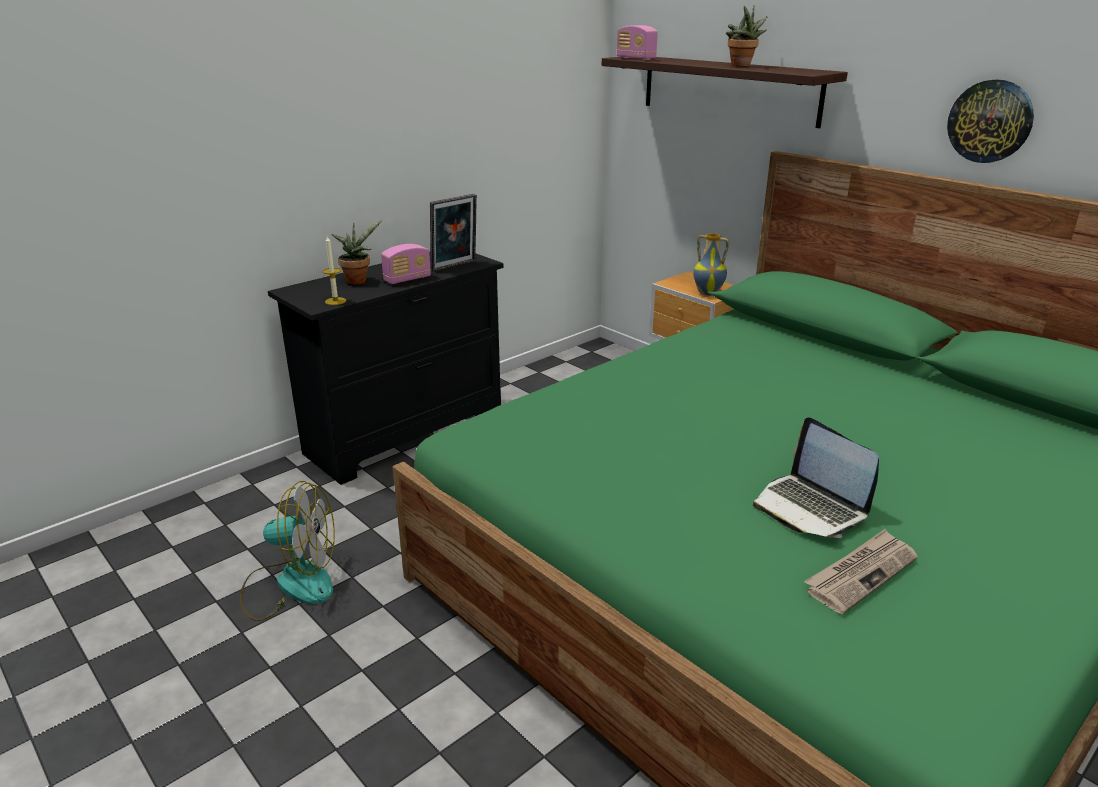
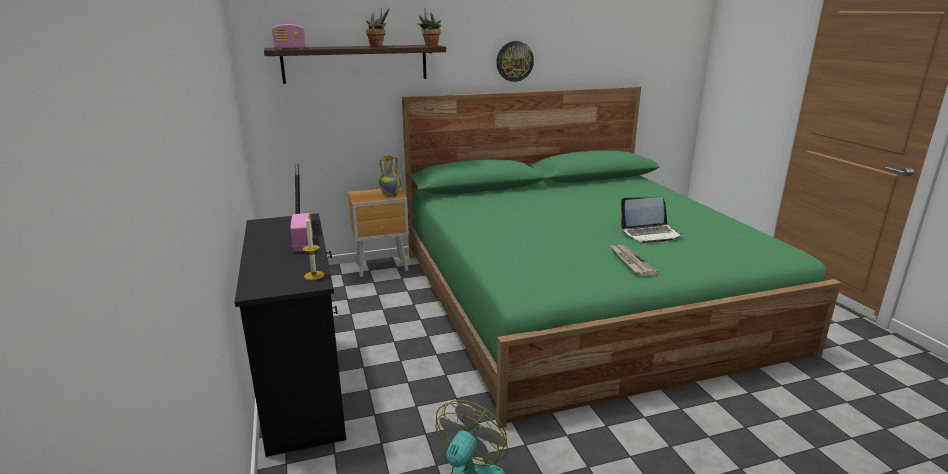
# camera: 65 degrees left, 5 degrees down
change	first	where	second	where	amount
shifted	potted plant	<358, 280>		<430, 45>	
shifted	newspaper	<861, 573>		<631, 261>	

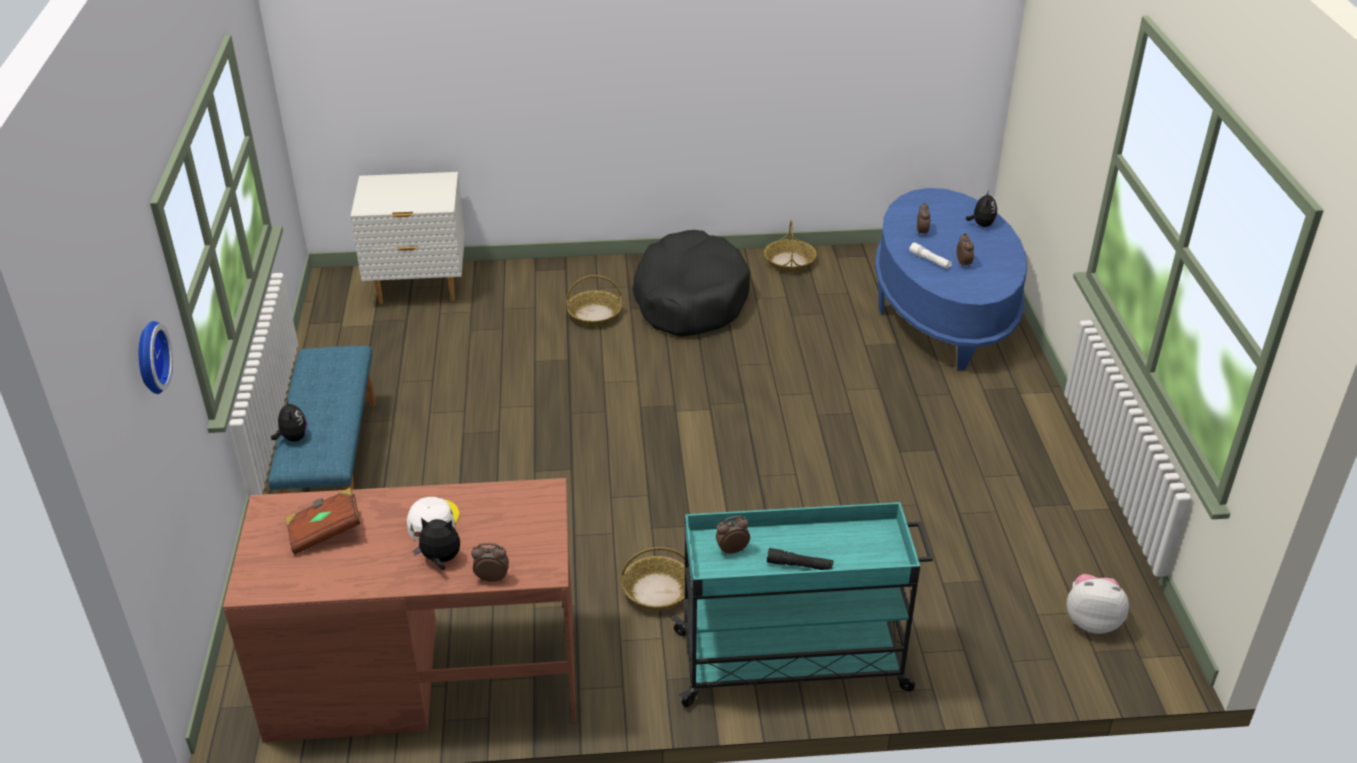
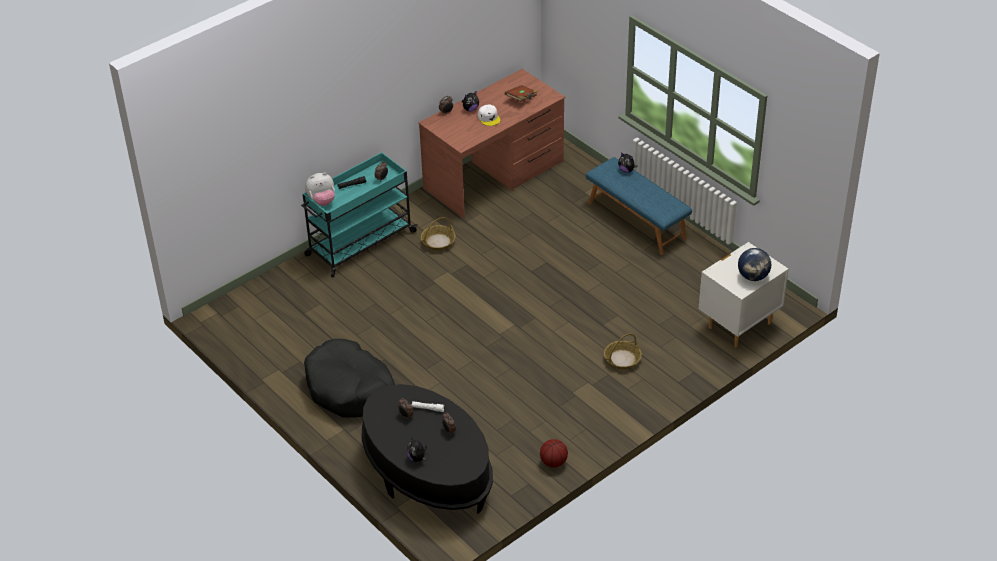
# camera: 145 degrees right, 5 degrees up
change	first	where	second	where	amount
shifted	black-coloured dog cushion	<690, 299>		<350, 388>	
shifted	cuddly toy	<1091, 621>		<322, 201>	
repainted	blue-coloured coffee table	<943, 310>	black-coloured coffee table	<427, 472>	
swapped	household basket	<789, 262>	basketball ball	<553, 462>	
new			globe	<753, 276>	
gone	wall clock	<148, 357>			

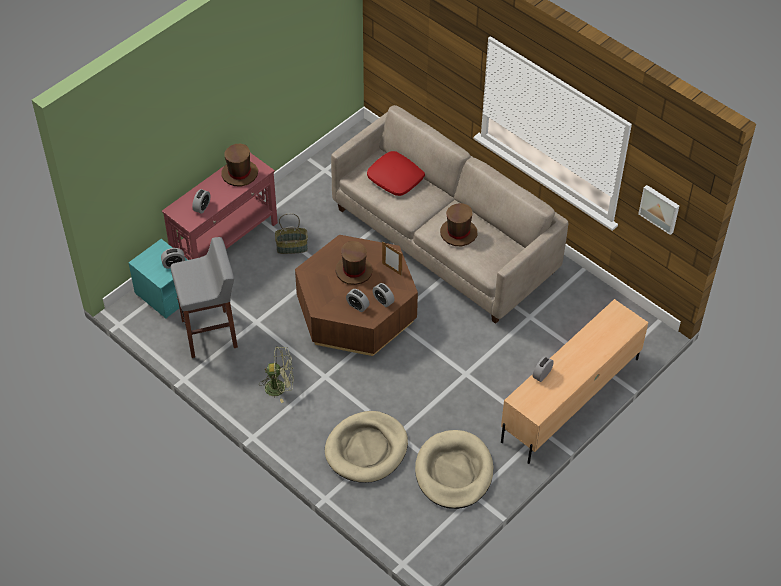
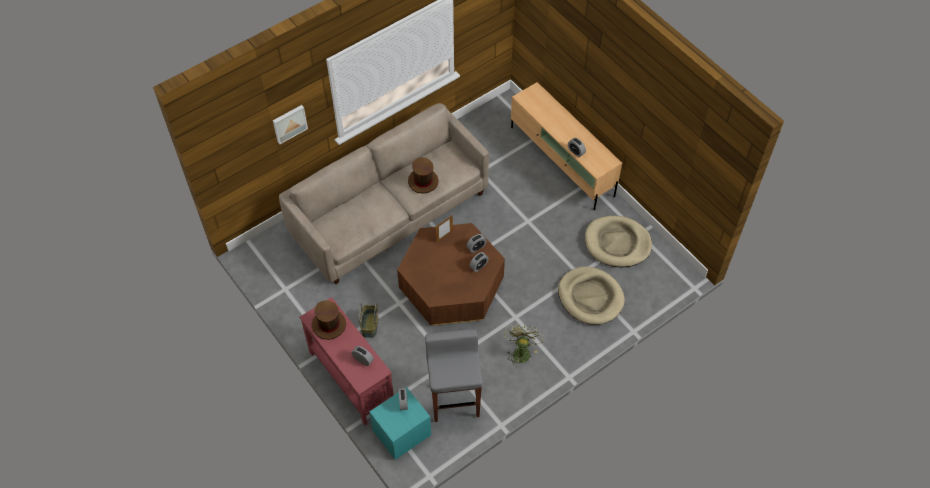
# camera: 80 degrees left, 5 degrees up
change	first	where	second	where	amount
shifted	picture	<660, 208>		<289, 123>	
gone	brownish hat	<353, 271>			
gone	red pillow	<396, 178>			

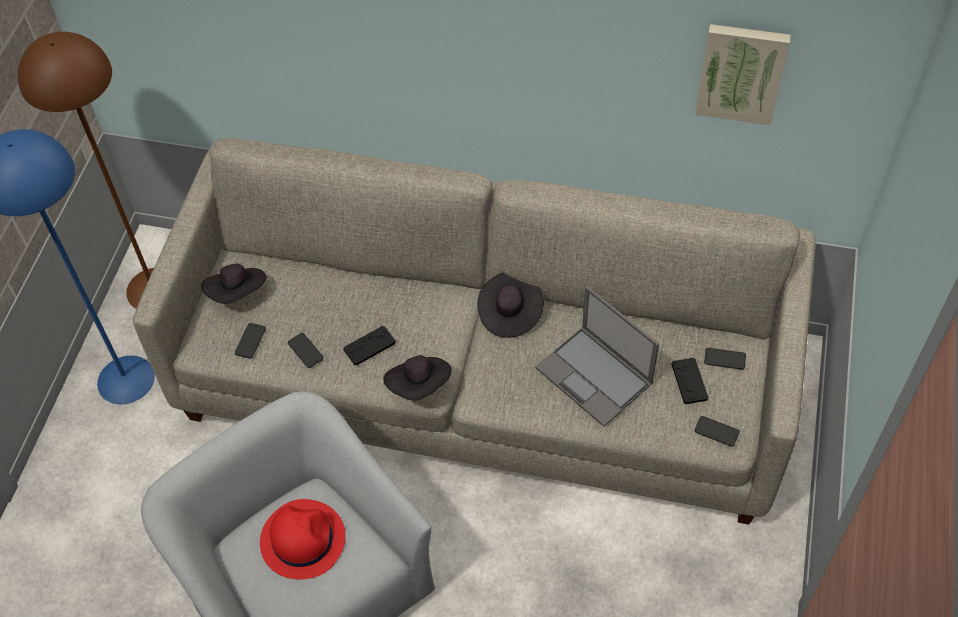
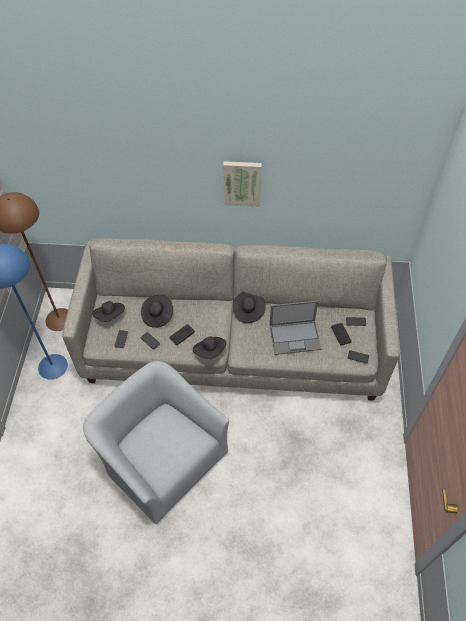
# camera: 10 degrees left, 0 degrees up
change	first	where	second	where	amount
new			black-coloured hat	<157, 315>	
shifted	picture	<741, 72>		<242, 182>	
rotated	laptop	<595, 376>		<295, 337>	45 degrees counterclockwise
gone	red hat	<302, 539>			

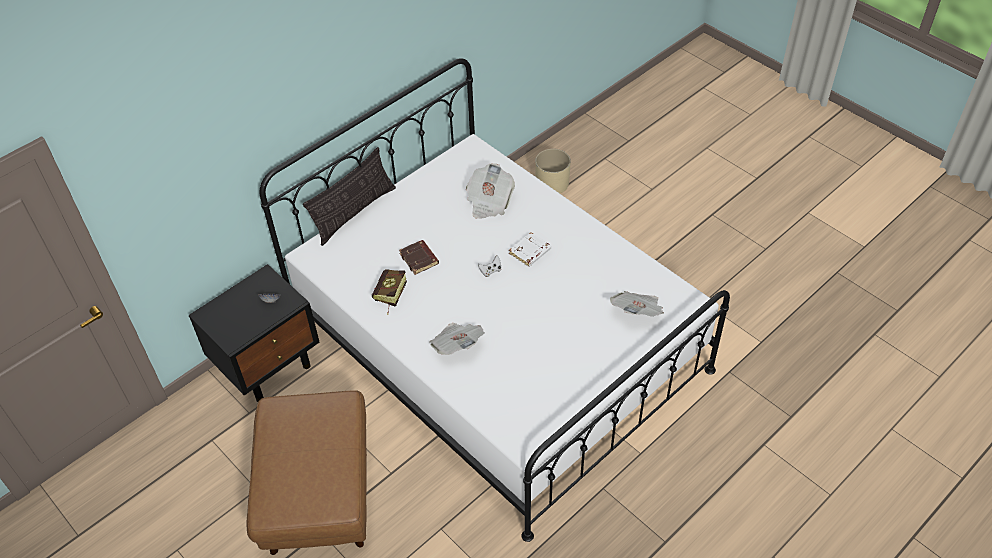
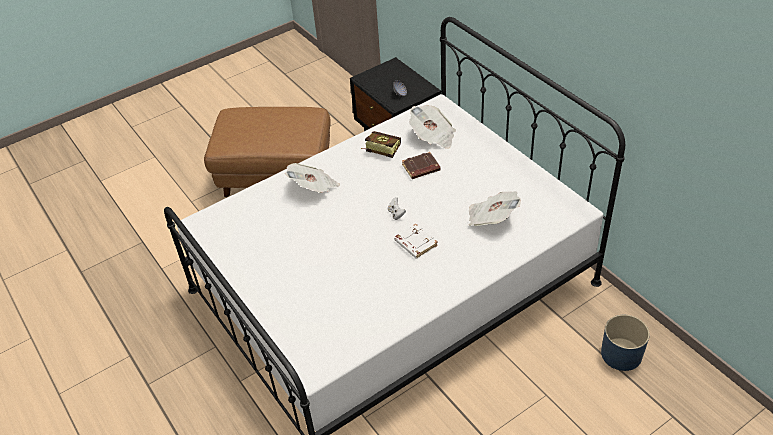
# camera: 100 degrees right, 5 degrees down
change	first	where	second	where	amount
shifted	newspaper	<637, 312>		<433, 137>	
repainted	sand-coloured plant pot	<552, 183>	blue-coloured plant pot	<621, 354>	
gone	pillow	<354, 213>			

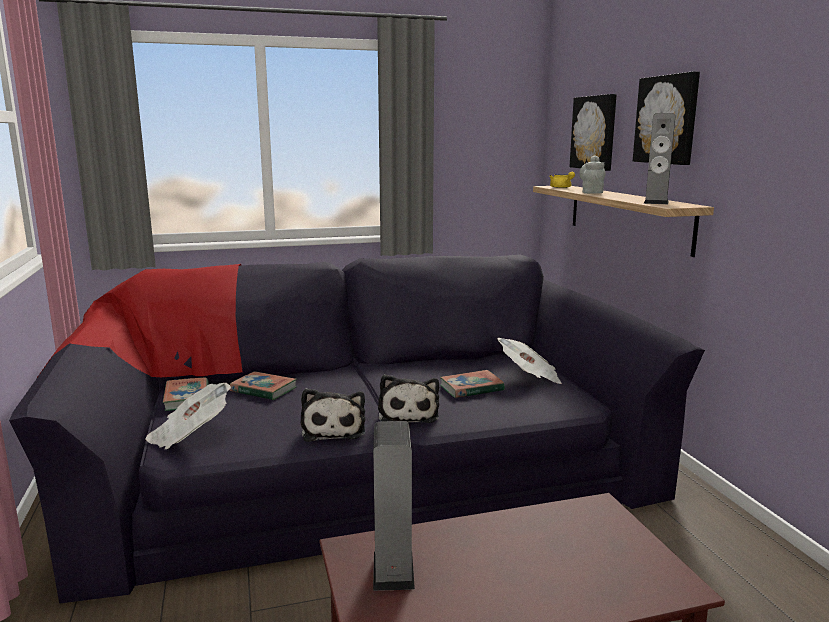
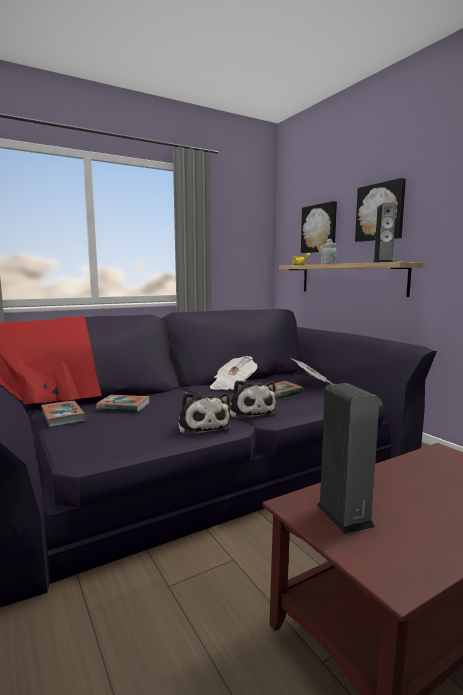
# camera: 15 degrees left, 5 degrees down
change	first	where	second	where	amount
shifted	newspaper	<190, 435>		<232, 385>	

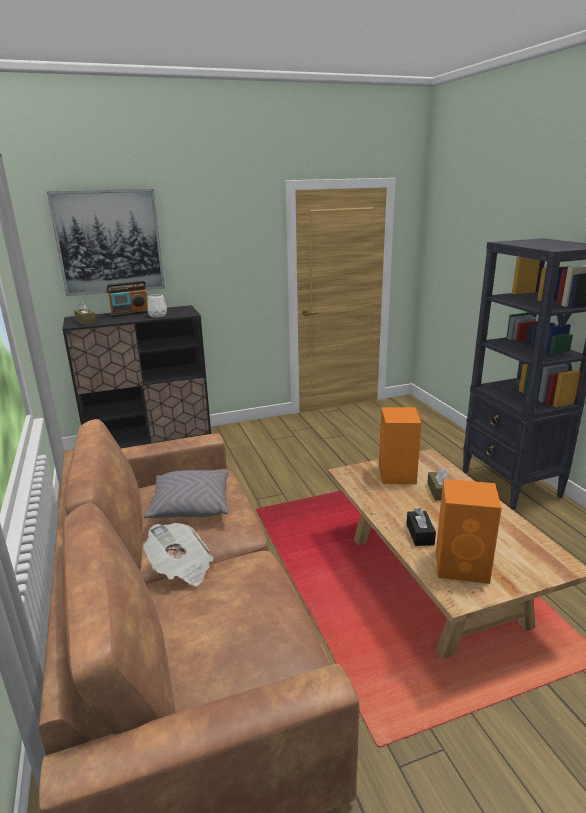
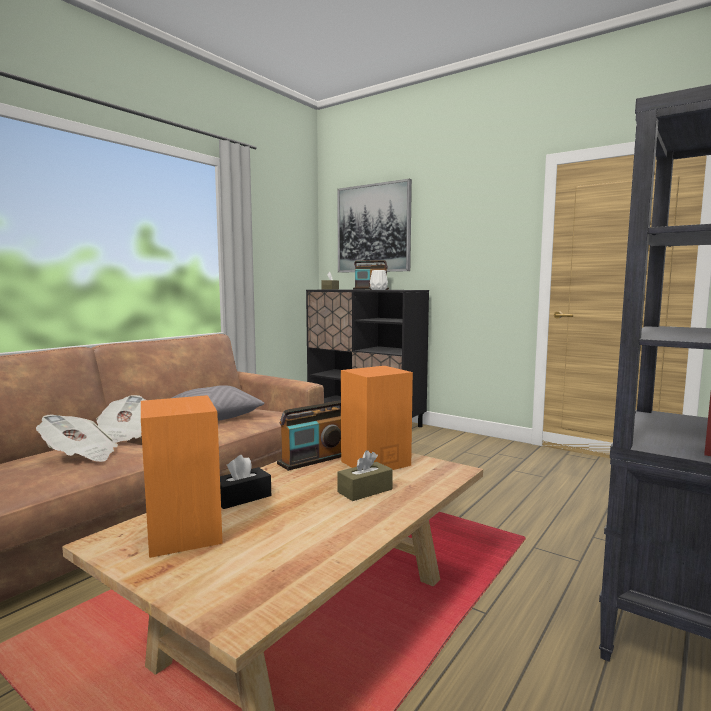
# camera: 55 degrees right, 15 degrees down
change	first	where	second	where	amount
new			newspaper	<80, 456>	
new			radio receiver	<313, 460>	

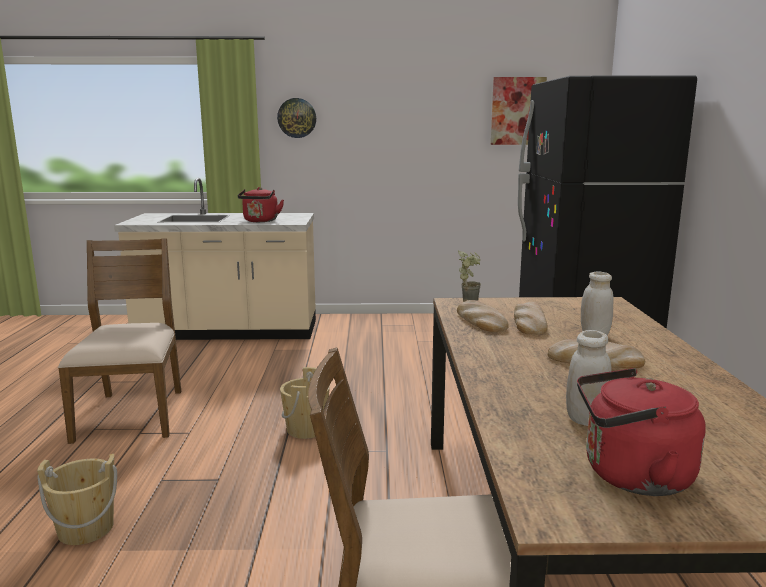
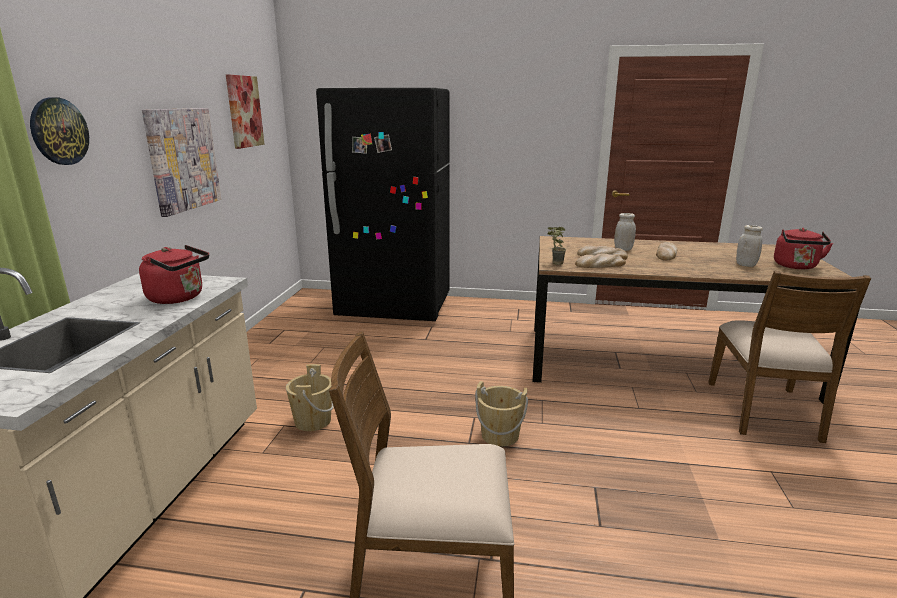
# camera: 80 degrees left, 5 degrees up
change	first	where	second	where	amount
new			picture	<183, 159>	
shifted	sand-coloured bucket	<86, 529>		<313, 421>	

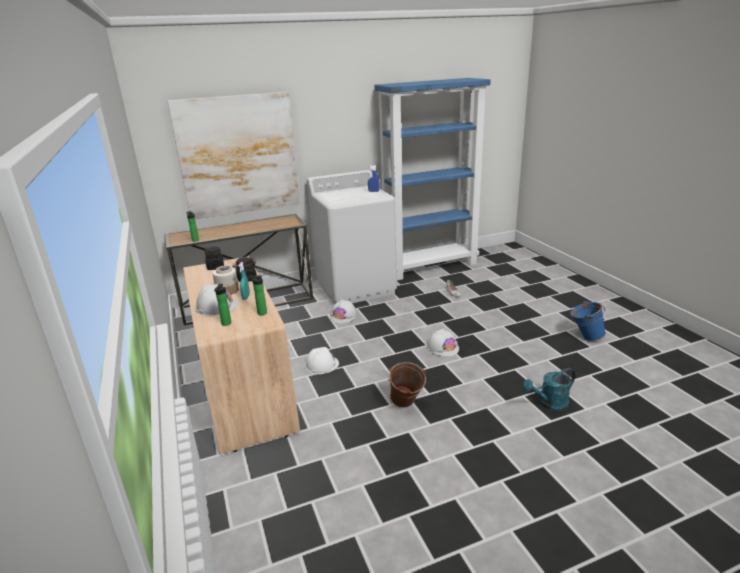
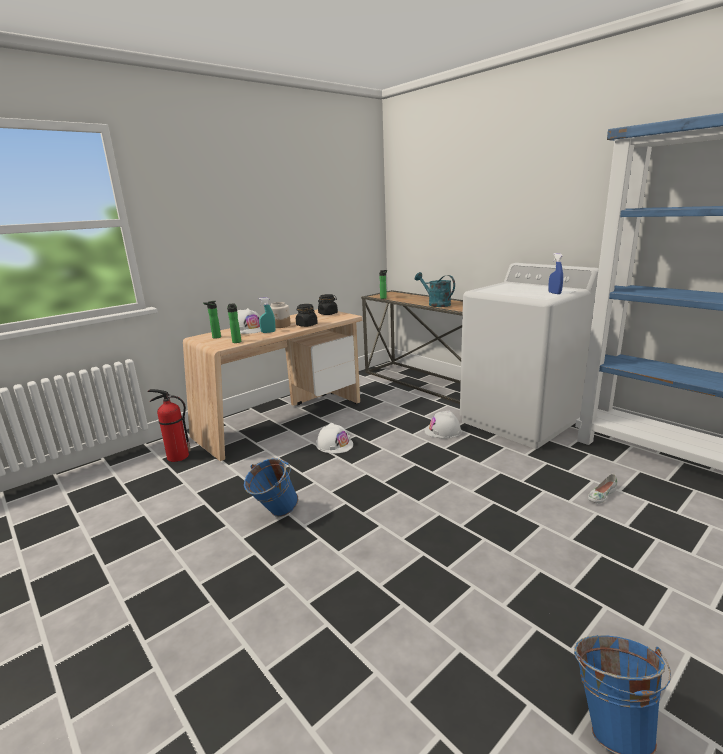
# camera: 70 degrees right, 5 degrees down
change	first	where	second	where	amount
new			extinguisher	<177, 457>	
repainted	brownish bucket	<406, 406>	blue-coloured bucket	<274, 513>	
shifted	turquoise-coloured watering can	<549, 404>		<436, 304>	
gone	picture	<238, 155>			
gone	whitish safety helmet	<443, 347>			

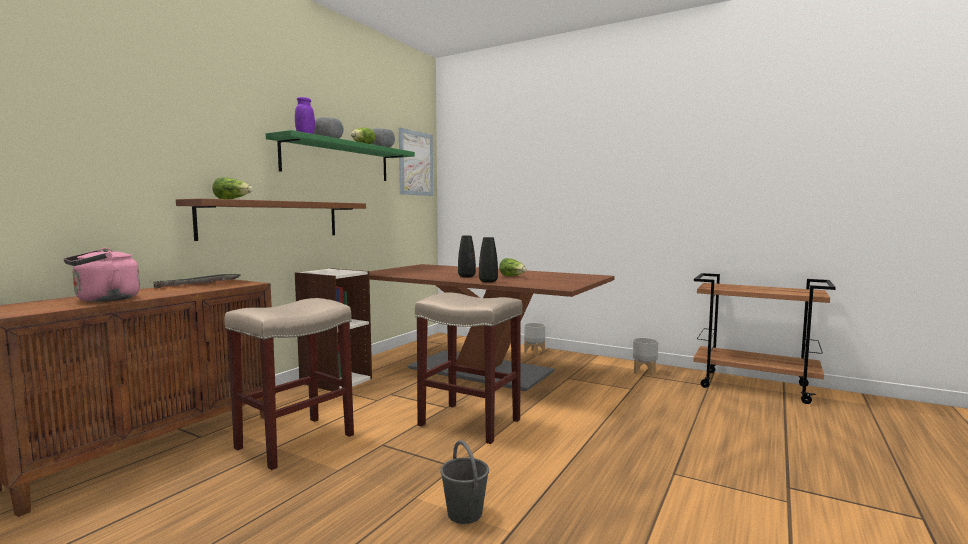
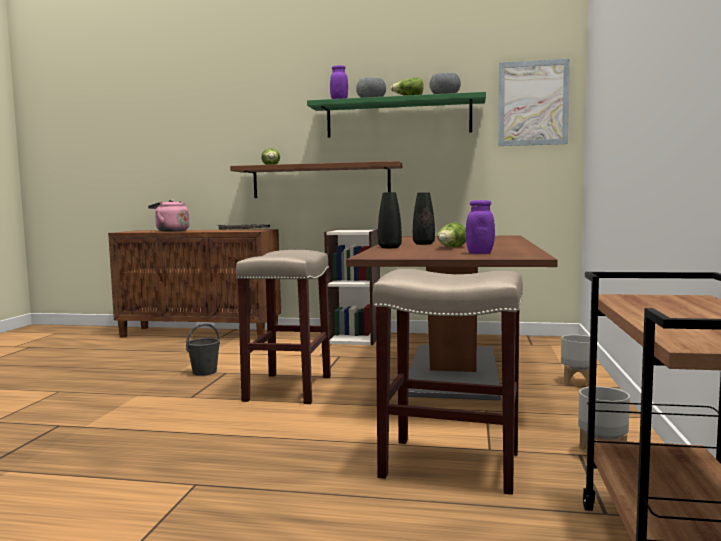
# camera: 70 degrees right, 0 degrees up
change	first	where	second	where	amount
shifted	grey bucket	<464, 513>		<205, 372>	
shifted	sand-coloured stool seat	<294, 442>		<448, 465>	
new			purple storage jar	<480, 253>	

